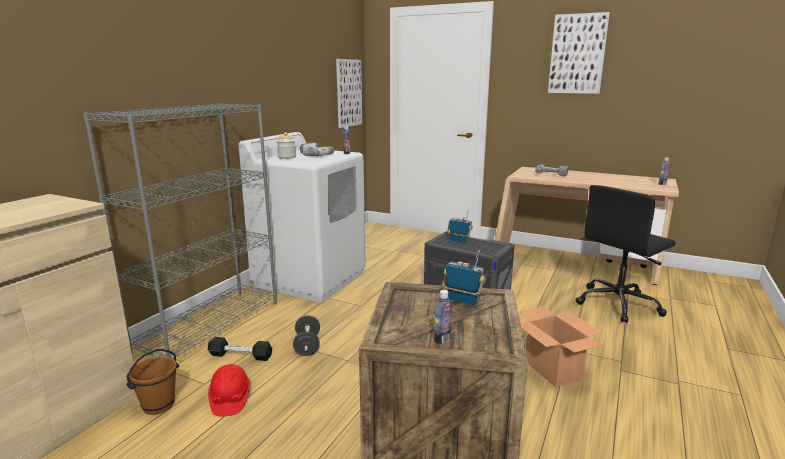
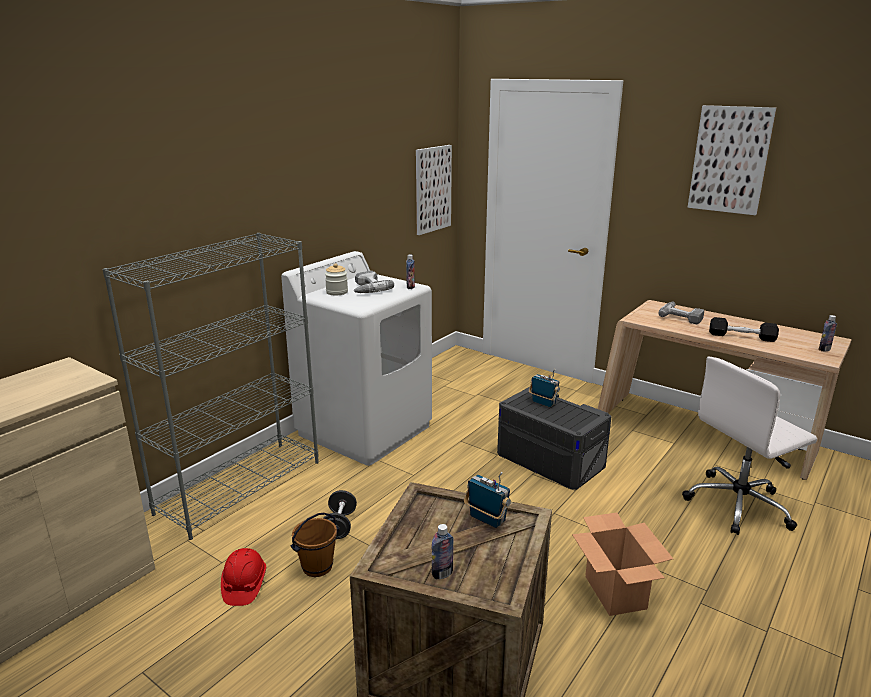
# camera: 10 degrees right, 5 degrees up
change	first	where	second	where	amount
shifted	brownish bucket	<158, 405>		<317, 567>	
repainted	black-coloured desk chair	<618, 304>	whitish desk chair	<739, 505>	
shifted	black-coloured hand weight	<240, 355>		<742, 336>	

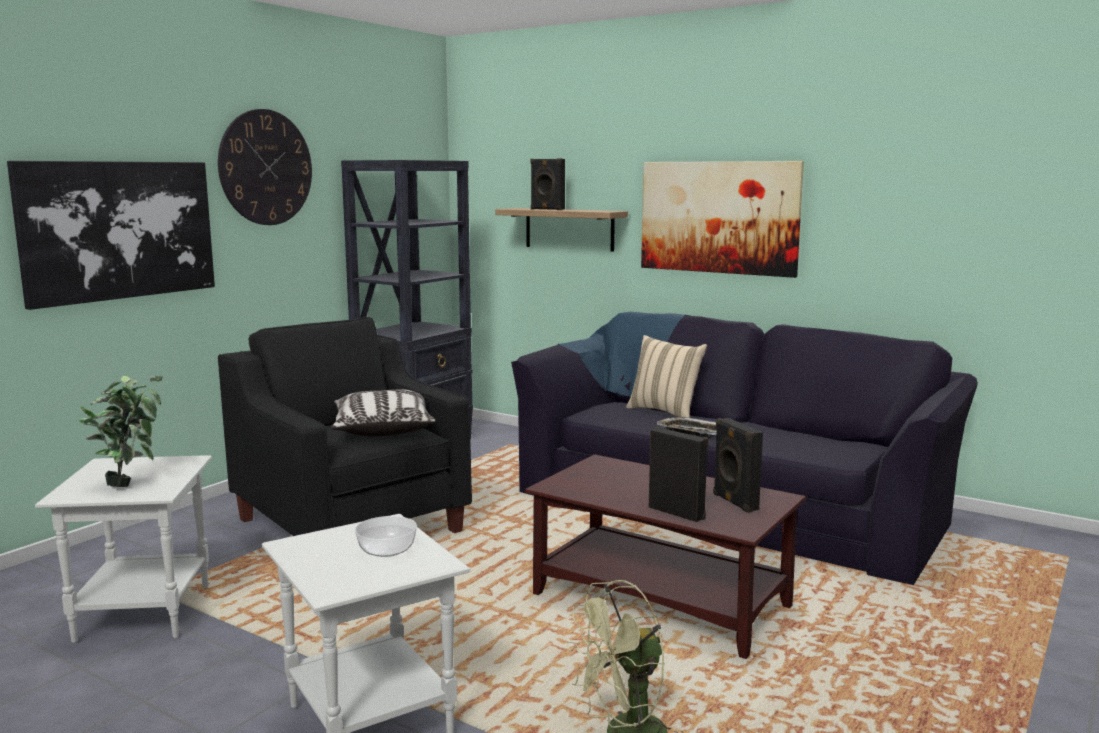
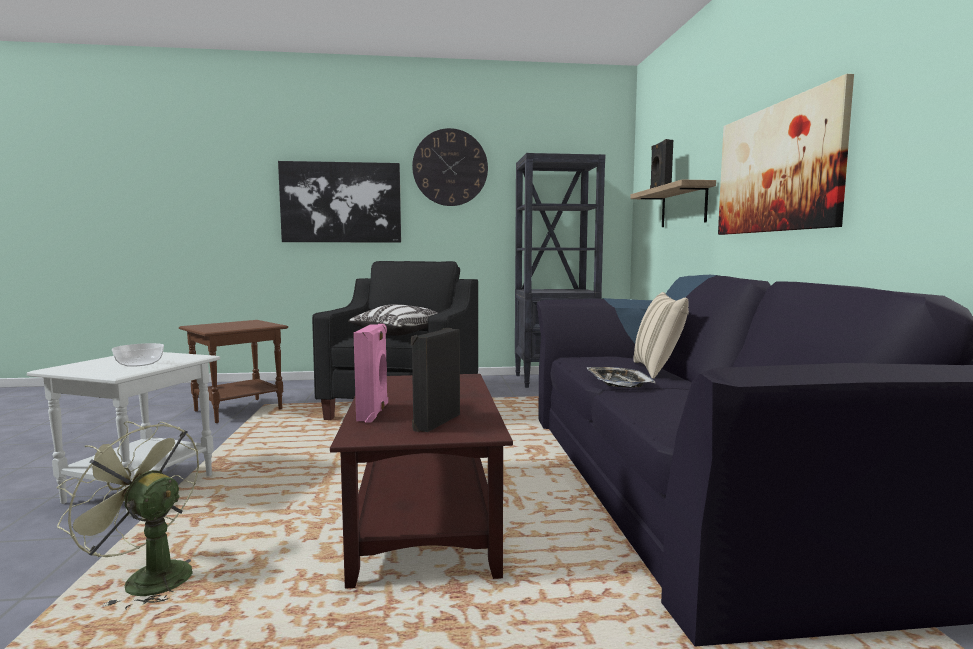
# camera: 50 degrees right, 5 degrees down
change	first	where	second	where	amount
repainted	whitish end table	<144, 612>	brownish end table	<239, 410>	
repainted	black-coloured loudspeaker	<677, 512>	pinkish loudspeaker	<374, 413>	
gone	potted plant	<130, 483>			

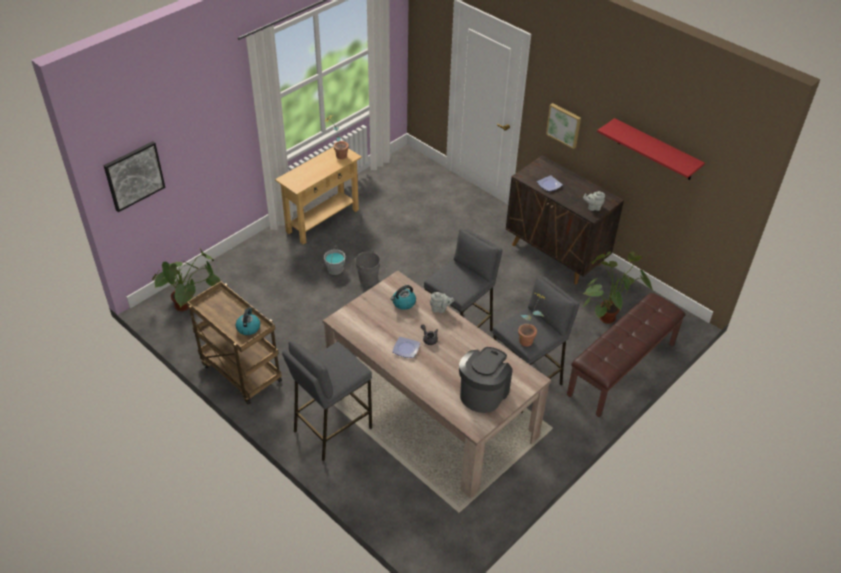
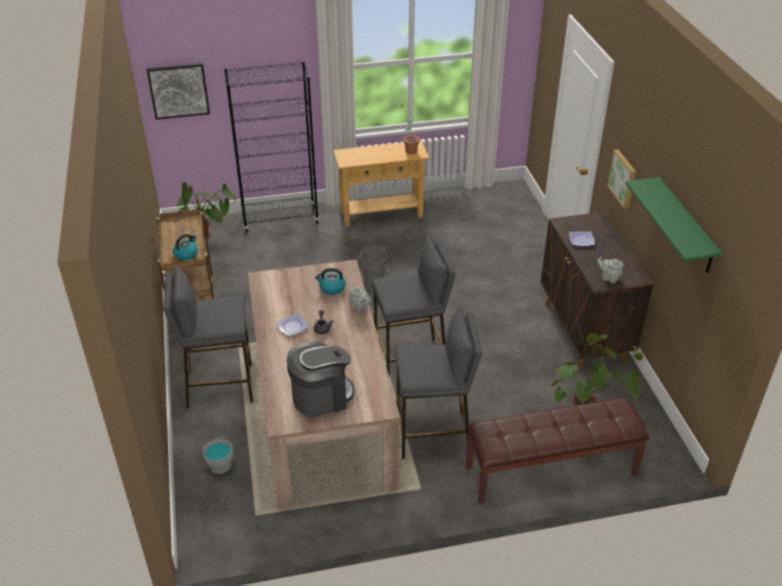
# camera: 35 degrees right, 5 degrees down
change	first	where	second	where	amount
shifted	grey bucket	<335, 269>		<220, 465>	
new			black-coloured shelving unit	<280, 220>	
repainted	red shelf	<656, 150>	greenish shelf	<685, 226>	
gone	potted plant	<528, 339>			

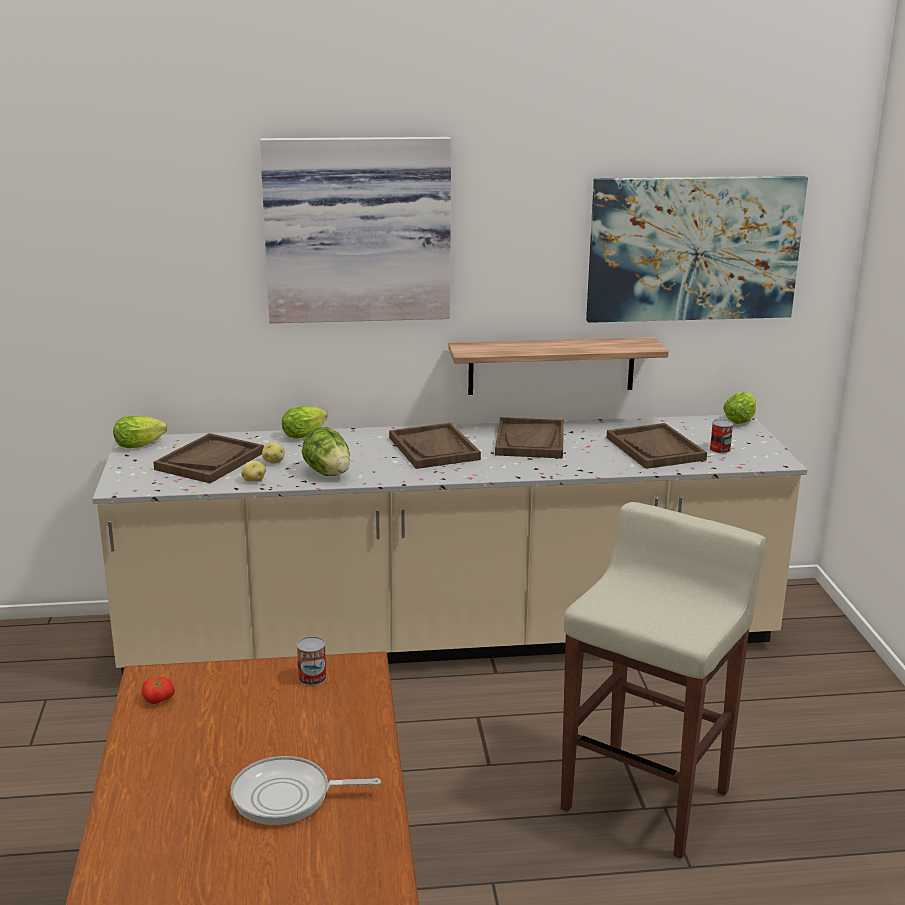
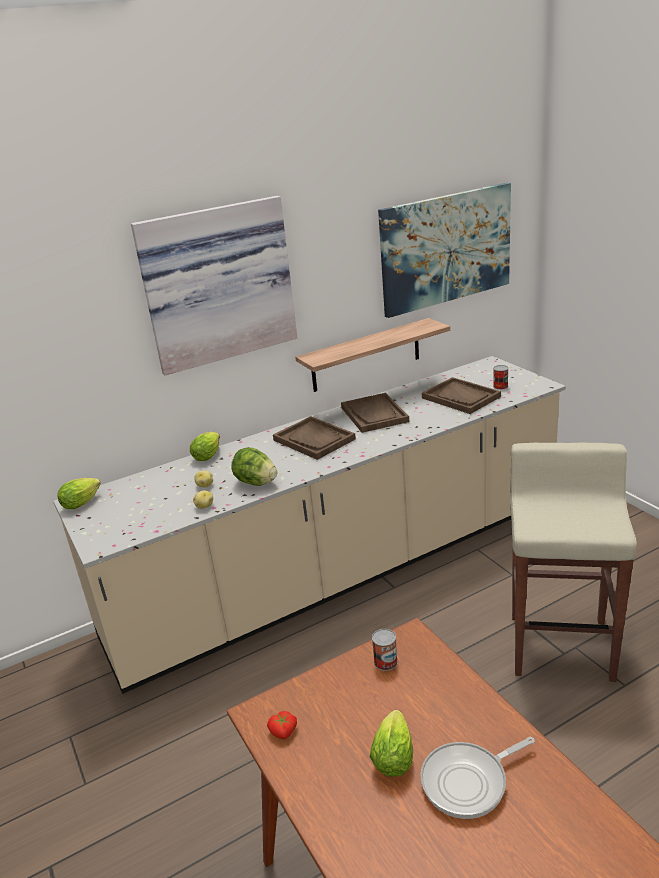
# camera: 20 degrees left, 5 degrees up
change	first	where	second	where	amount
shifted	lettuce	<741, 419>		<394, 754>	
gone	brownish tray	<210, 461>			

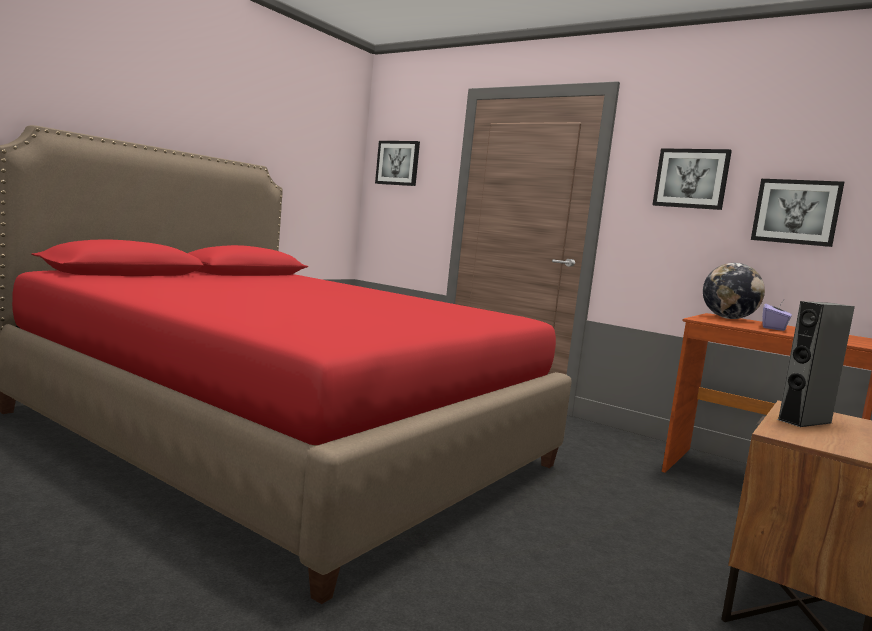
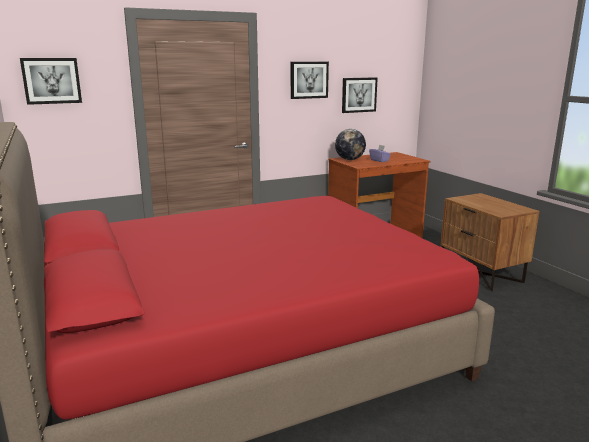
# camera: 60 degrees left, 10 degrees up
change	first	where	second	where	amount
gone	grey loudspeaker	<804, 421>			

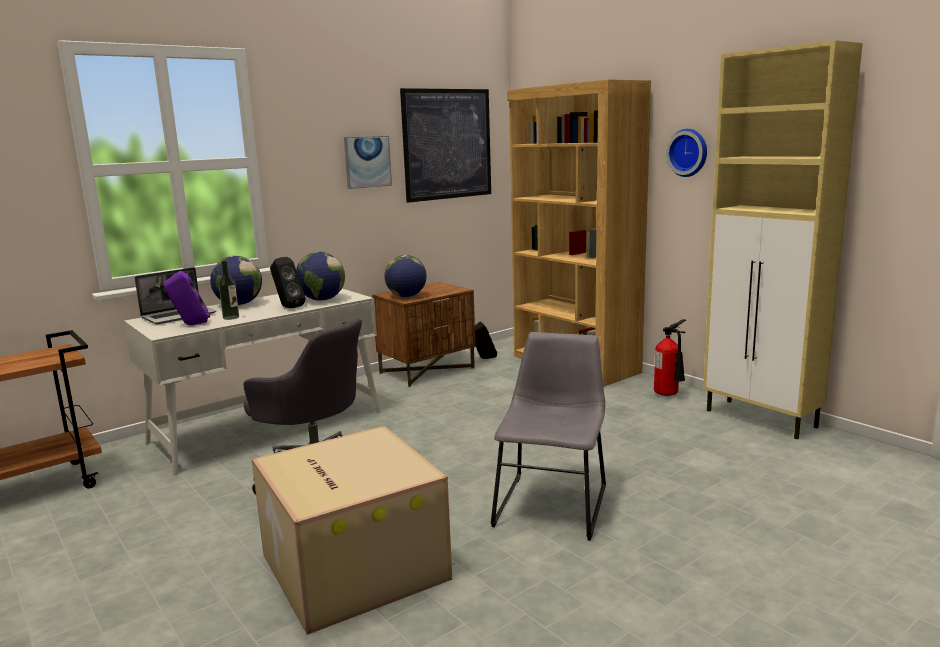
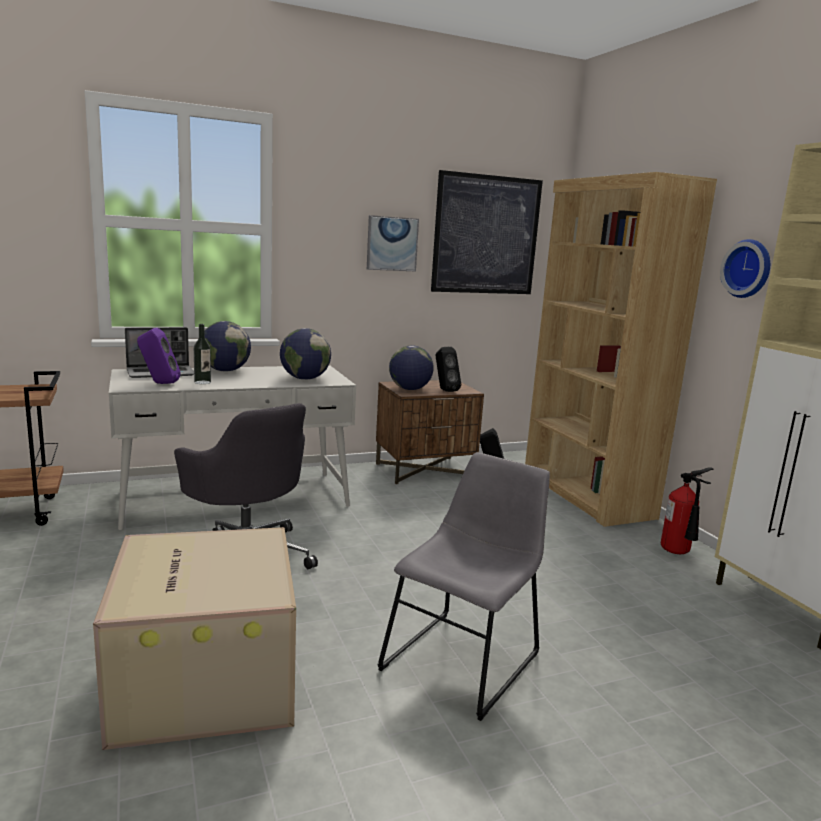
# camera: 15 degrees right, 0 degrees up
change	first	where	second	where	amount
shifted	black-coloured loudspeaker	<287, 307>		<444, 390>	

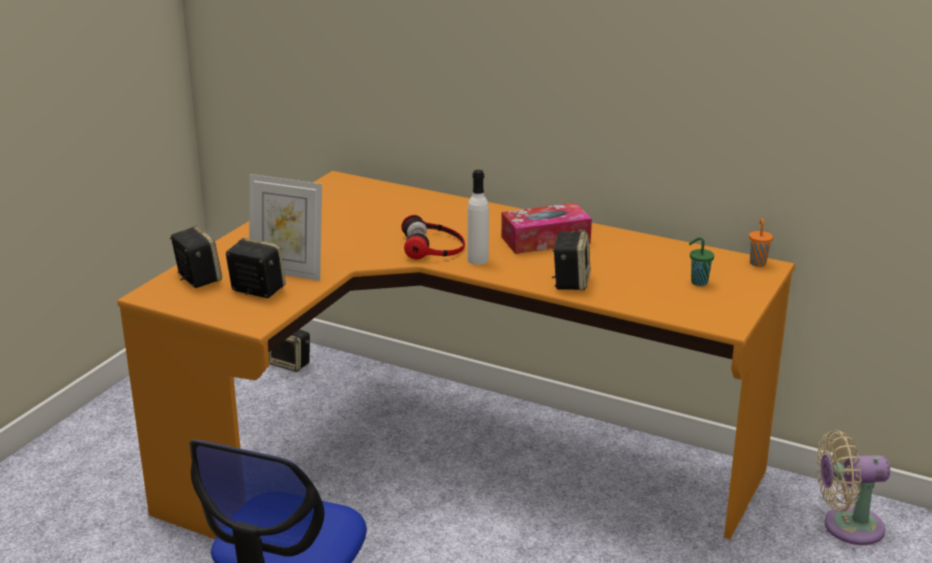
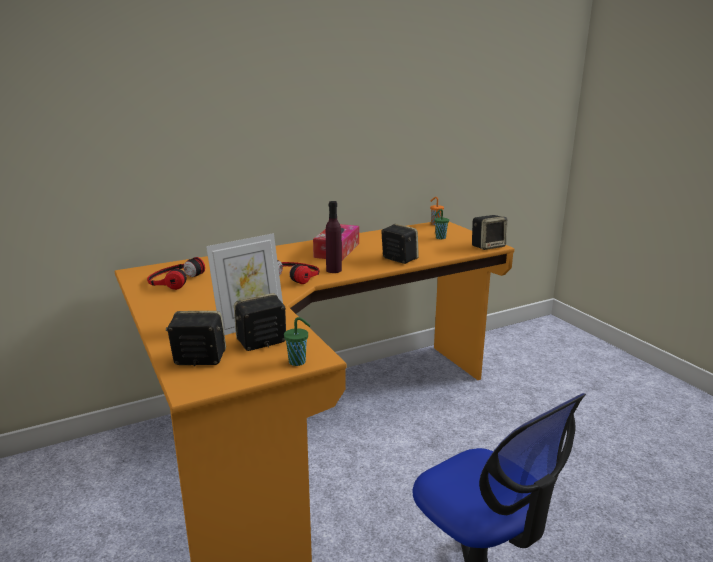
# camera: 55 degrees left, 5 degrees down
change	first	where	second	where	amount
new			pair of headphones	<173, 280>	
new			greenish drinking cup	<298, 362>	
repainted	whitish bottle	<478, 260>	purple bottle	<334, 270>	
shifted	loudspeaker	<291, 364>		<488, 246>	
gone	sand-coloured fan	<847, 526>			

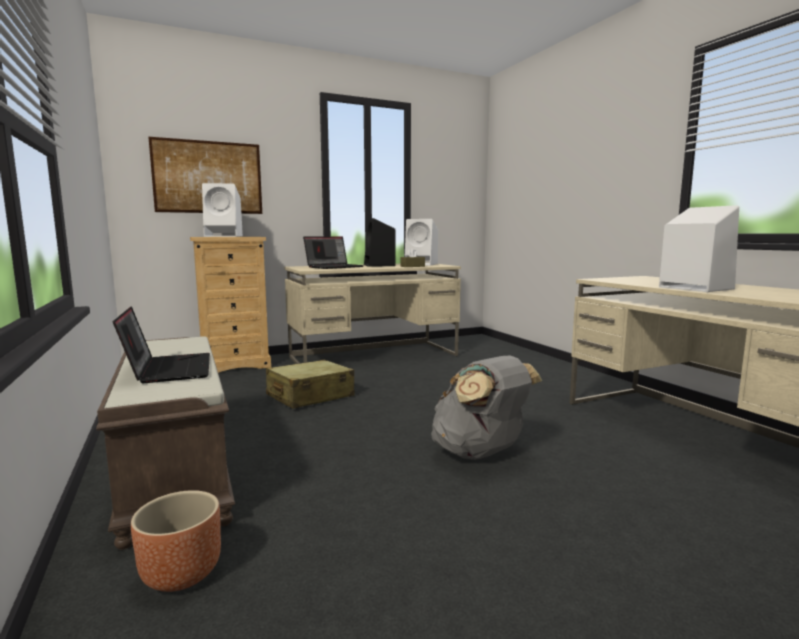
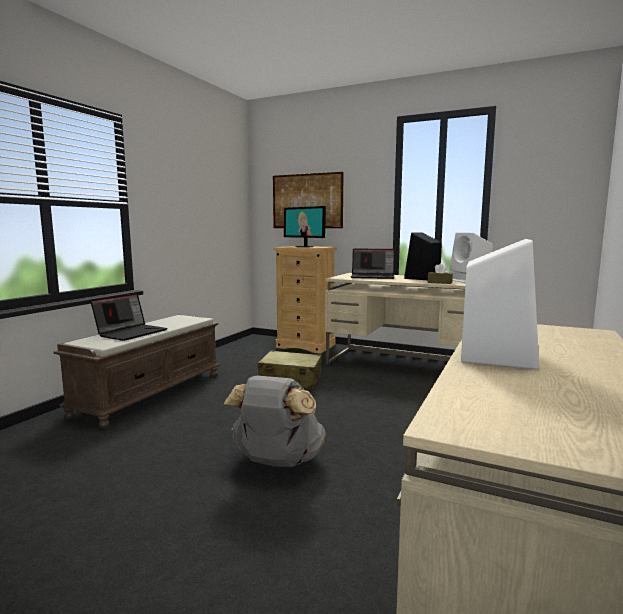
# camera: 50 degrees right, 0 degrees up
change	first	where	second	where	amount
swapped	whitish loudspeaker	<225, 236>	monitor	<304, 246>	
gone	brownish plant pot	<180, 574>			

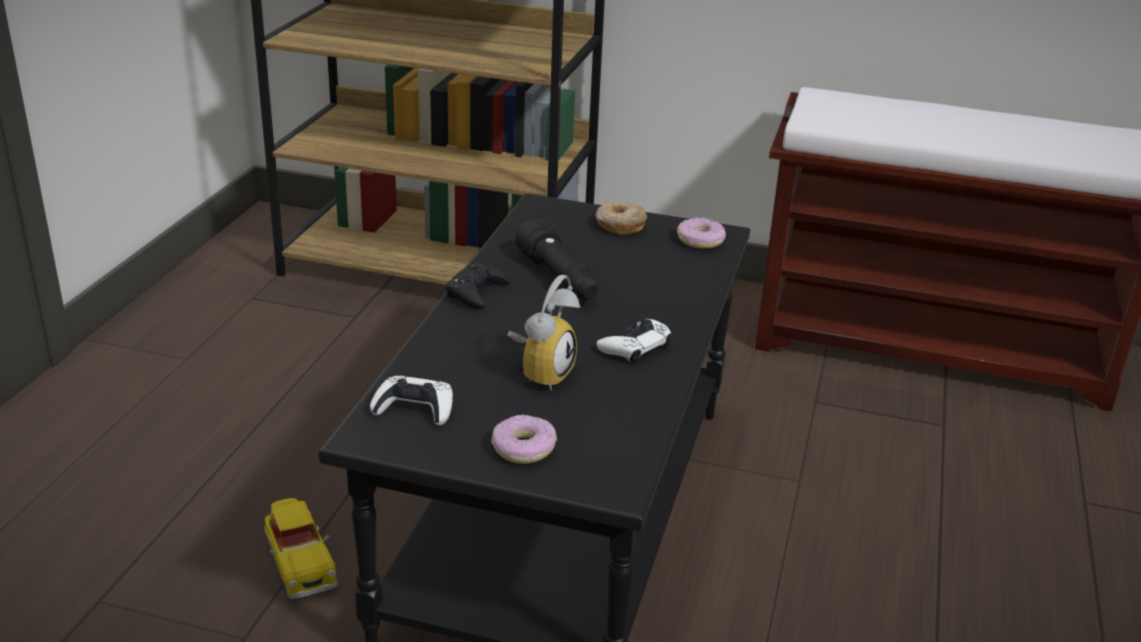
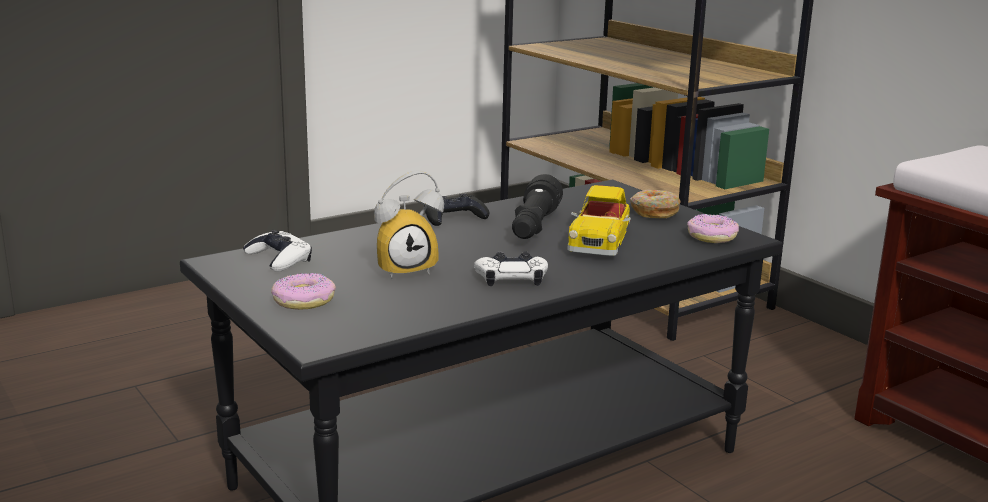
# camera: 40 degrees right, 10 degrees down
change	first	where	second	where	amount
shifted	model car	<299, 560>		<600, 239>	

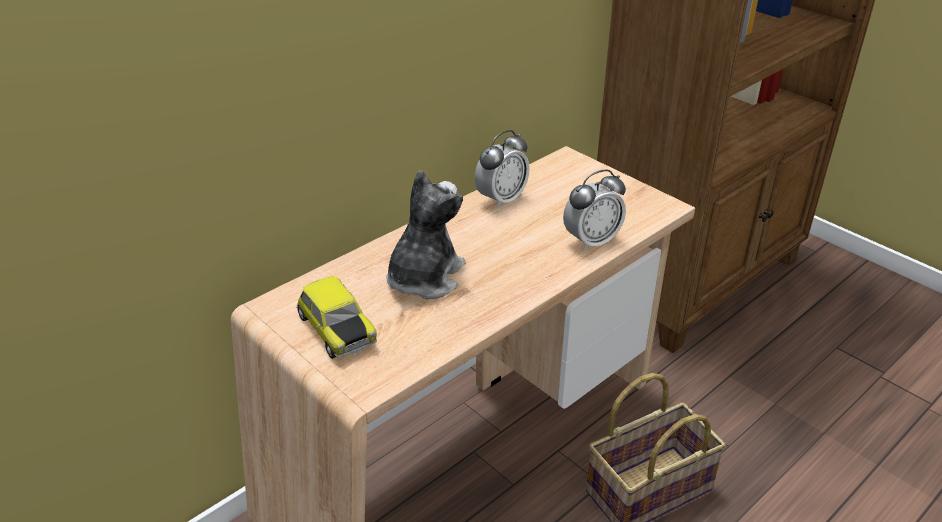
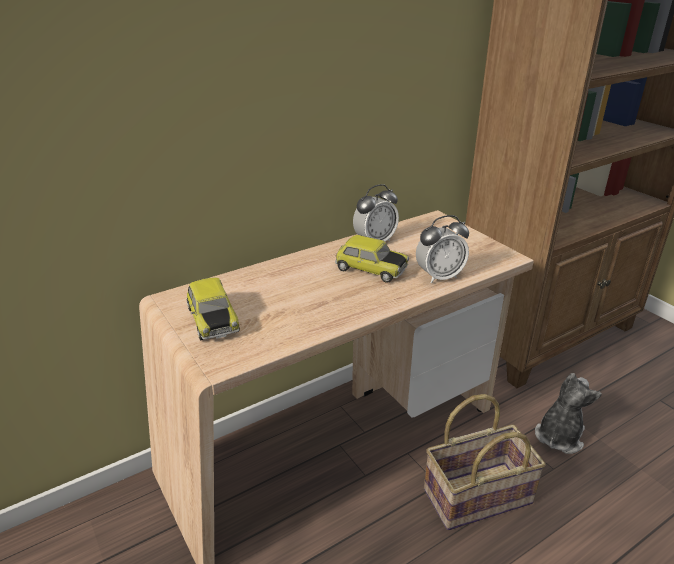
# camera: 10 degrees right, 5 degrees down
change	first	where	second	where	amount
new			model car	<370, 269>	
shifted	cuddly toy	<424, 278>		<559, 436>	

